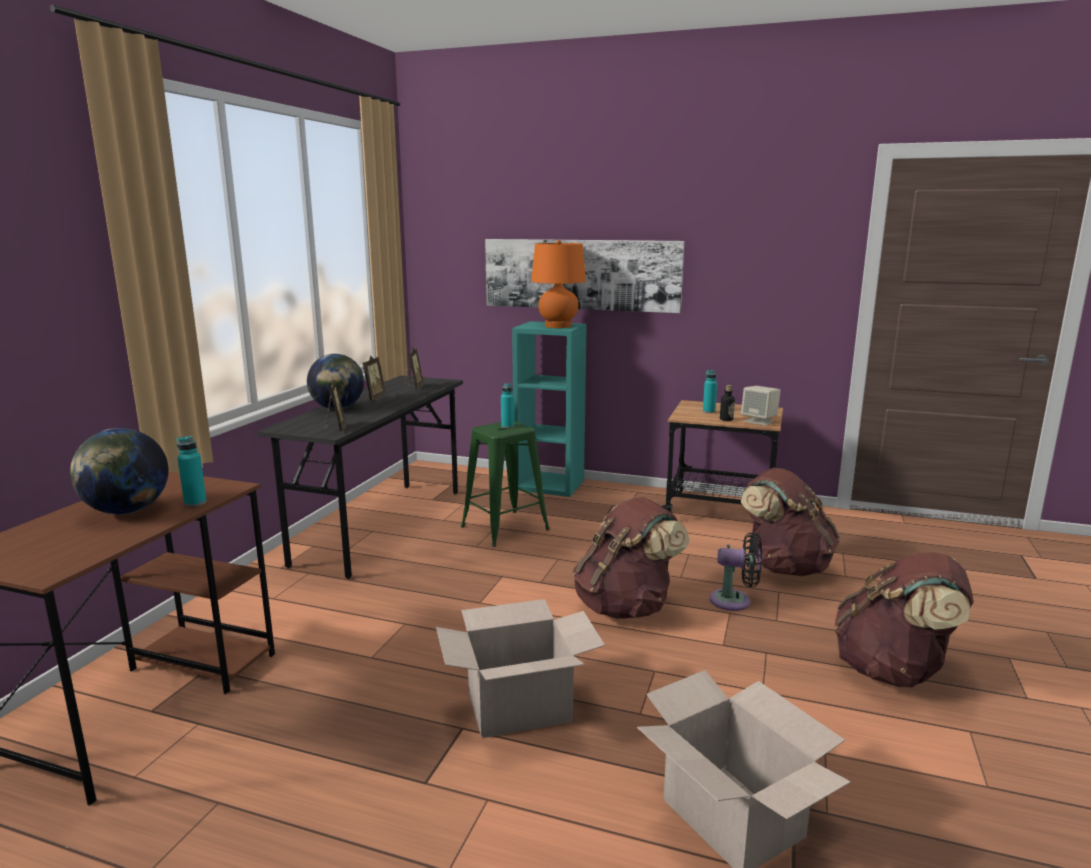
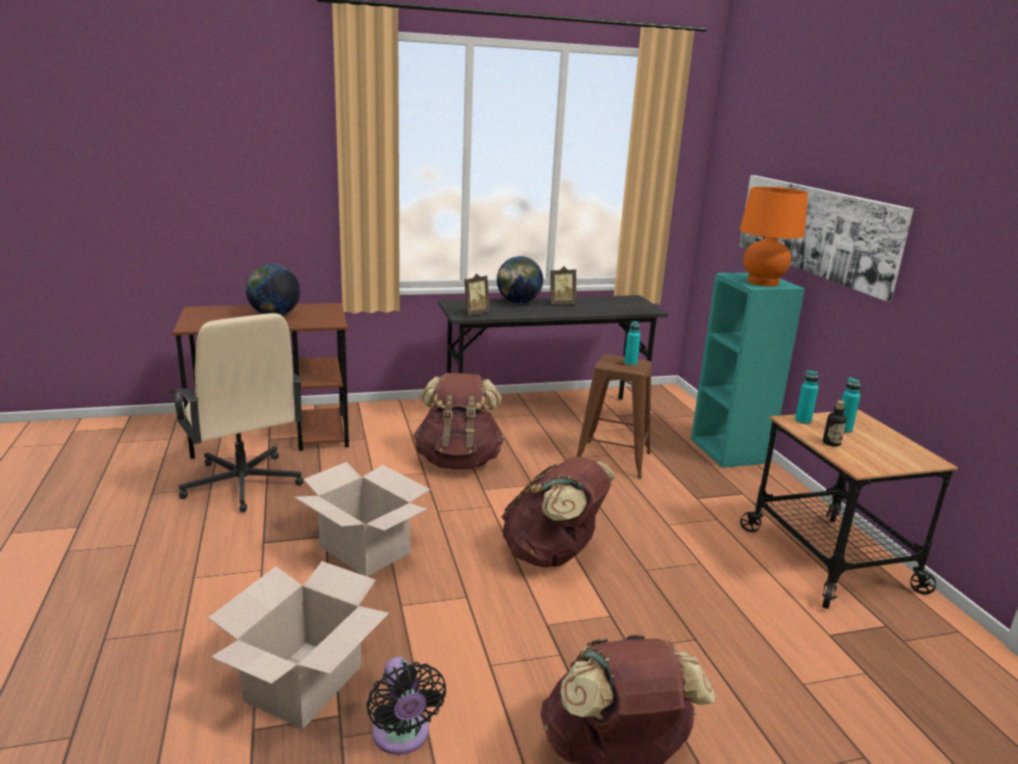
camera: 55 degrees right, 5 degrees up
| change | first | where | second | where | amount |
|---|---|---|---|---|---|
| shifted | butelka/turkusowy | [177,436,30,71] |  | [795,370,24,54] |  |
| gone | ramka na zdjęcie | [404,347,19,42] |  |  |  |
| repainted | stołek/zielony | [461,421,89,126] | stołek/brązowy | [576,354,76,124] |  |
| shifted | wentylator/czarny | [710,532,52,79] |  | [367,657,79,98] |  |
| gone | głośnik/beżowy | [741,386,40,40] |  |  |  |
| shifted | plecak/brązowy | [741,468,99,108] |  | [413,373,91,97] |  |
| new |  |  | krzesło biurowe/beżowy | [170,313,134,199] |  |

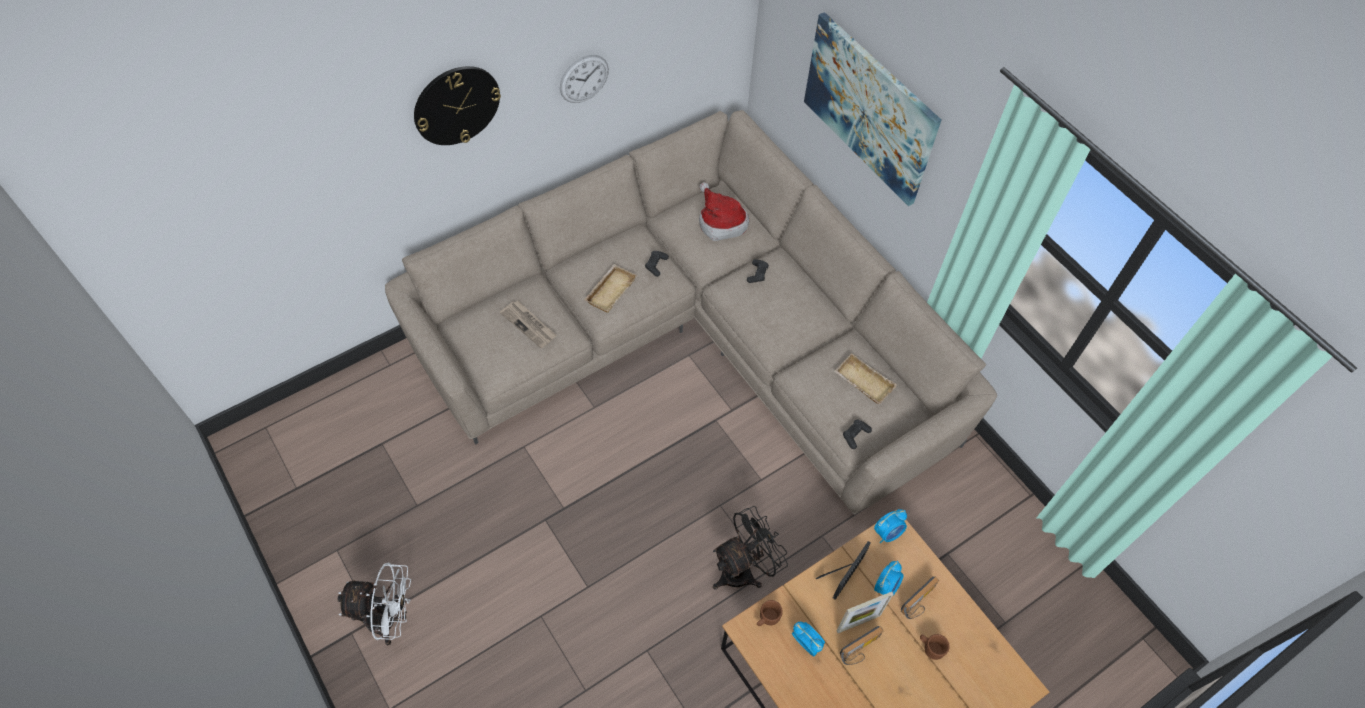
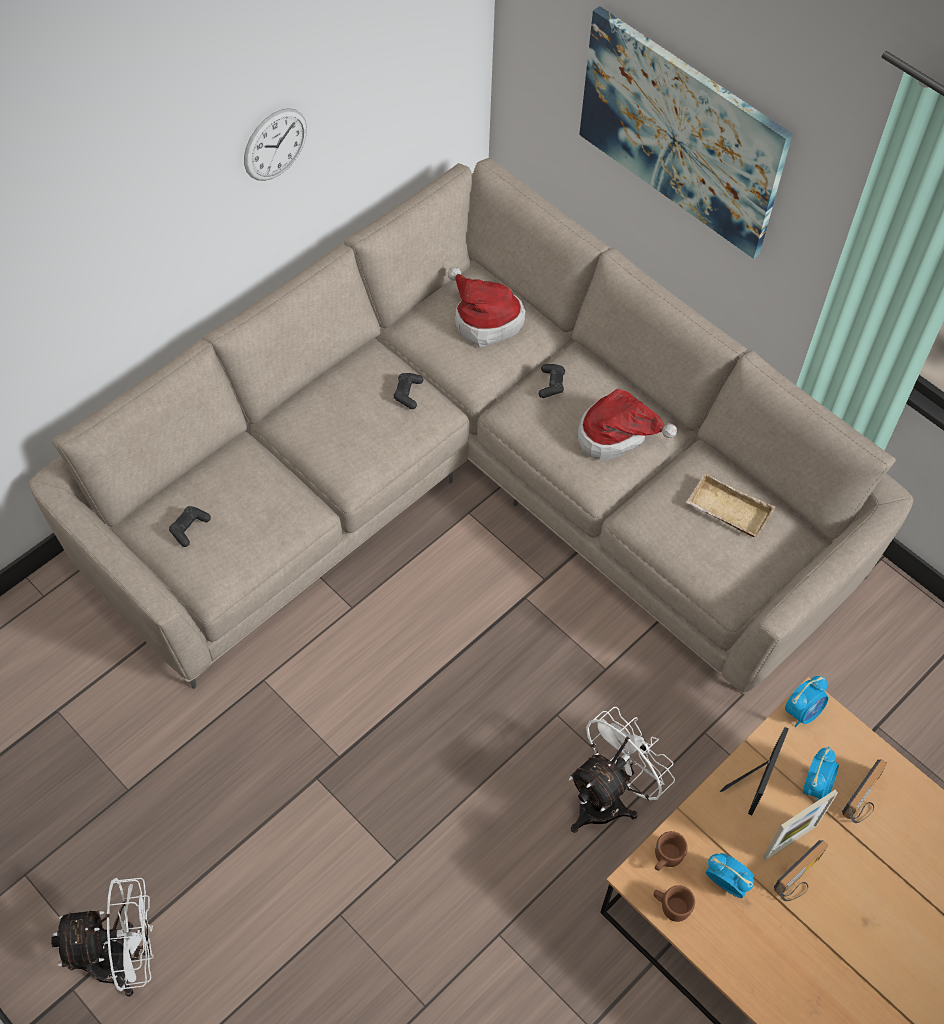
camera: 10 degrees left, 0 degrees up
| change | first | where | second | where | amount |
|---|---|---|---|---|---|
| gone | zegar ścienny | [414,66,87,79] |  |  |  |
| gone | gazeta | [500,300,57,48] |  |  |  |
| gone | taca/beżowy | [584,264,53,49] |  |  |  |
| repainted | wentylator/czarny | [713,506,75,84] | wentylator/biały | [569,707,106,126] |  |
| shifted | pad do gier/czarny | [843,420,29,29] |  | [169,506,42,41] |  |
| shifted | kubek/brązowy | [920,634,30,26] |  | [654,885,41,37] |  |
| new |  |  | kapelusz | [578,389,99,71] |  |

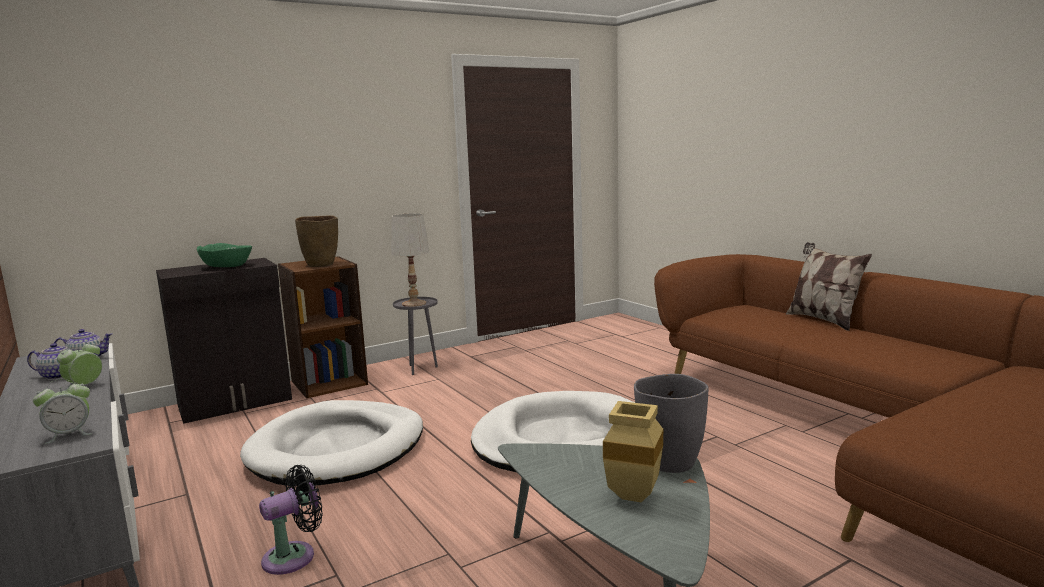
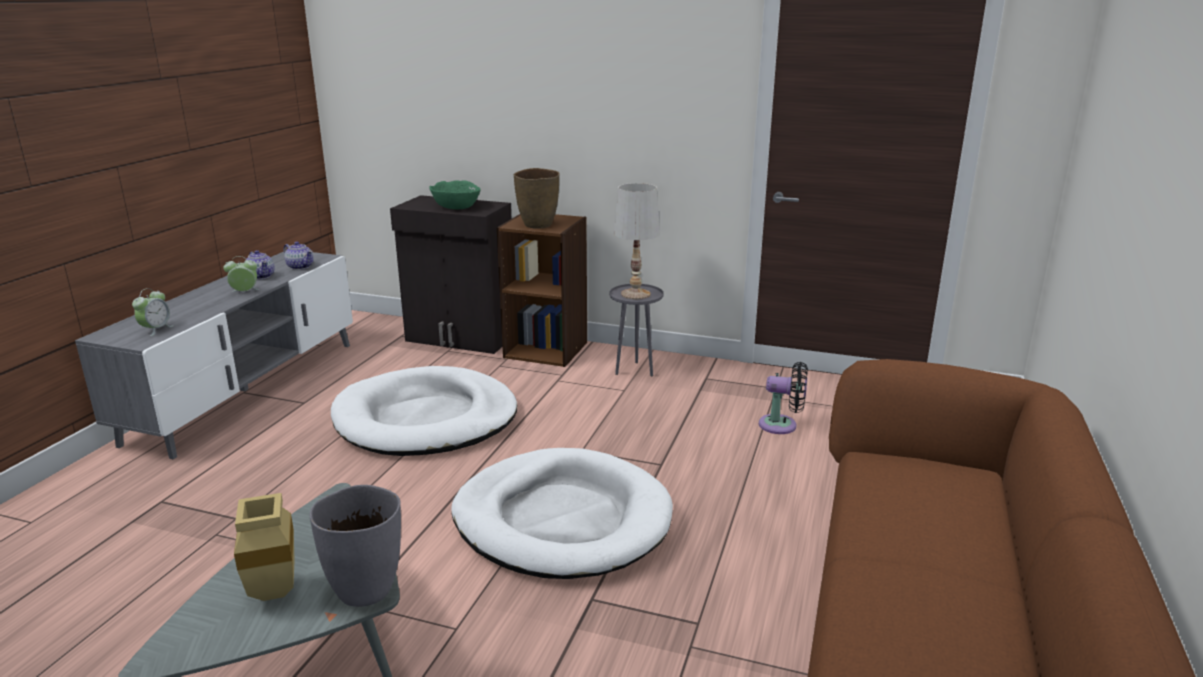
camera: 50 degrees right, 10 degrees up
| change | first | where | second | where | amount |
|---|---|---|---|---|---|
| rotated | budzik | [33,379,60,65] |  | [132,288,41,48] | 90 degrees counterclockwise |
| shifted | wentylator/czarny | [259,465,64,110] |  | [759,362,49,72] |  |
| gone | poduszka | [786,242,86,89] |  |  |  |

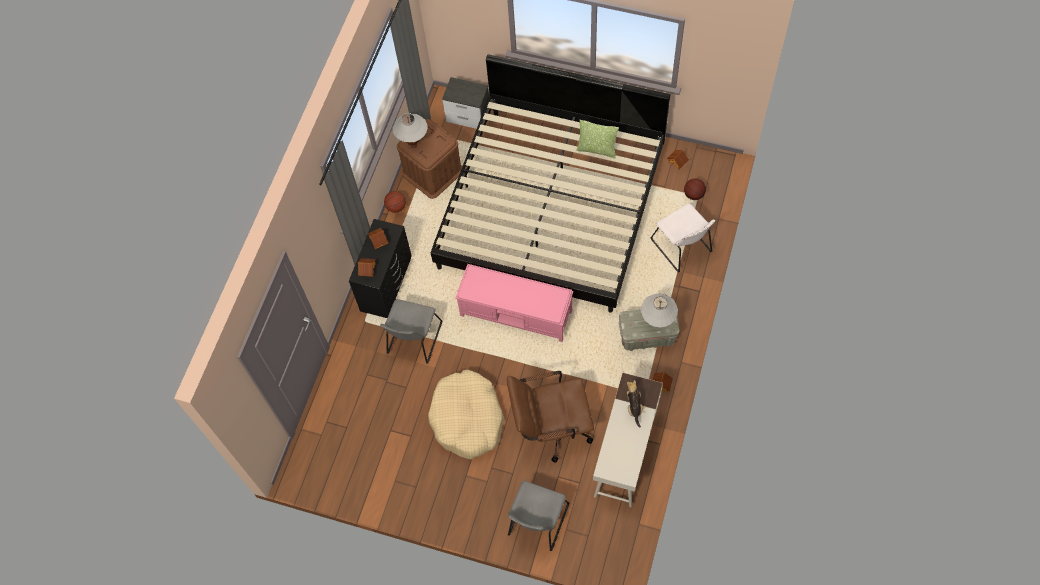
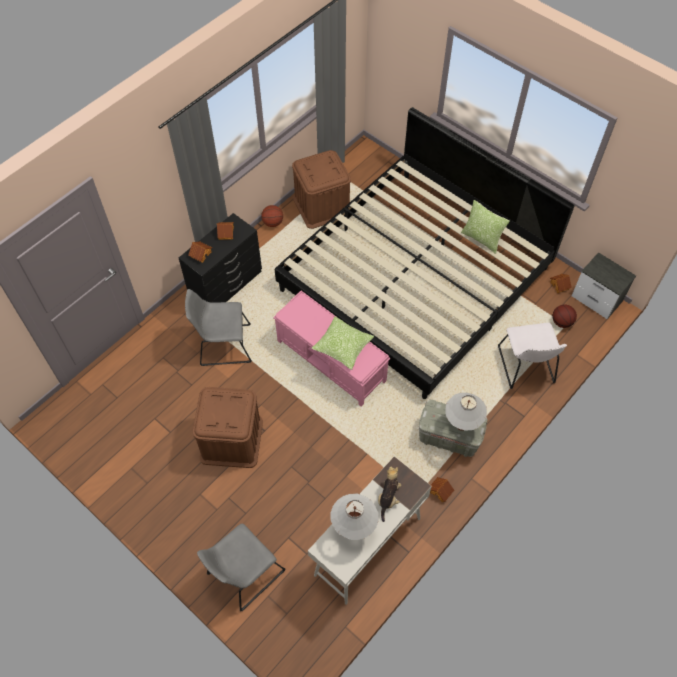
camera: 20 degrees right, 5 degrees down
| change | first | where | second | where | amount |
|---|---|---|---|---|---|
| rotated | krzesło/szary | [380,299,62,65] |  | [185,289,67,77] | 45 degrees clockwise |
| shifted | lampa stołowa/biały | [393,113,35,34] |  | [330,494,49,46] |  |
| swapped | legowisko/beżowy | [428,369,76,90] | pojemnik do przechowywania/brązowy | [193,387,70,81] |  |
| shifted | szafka nocna | [442,77,47,52] |  | [572,252,64,67] |  |
| gone | krzesło biurowe/brązowy | [507,371,87,92] |  |  |  |
| new |  |  | poduszka | [311,316,63,54] |  |

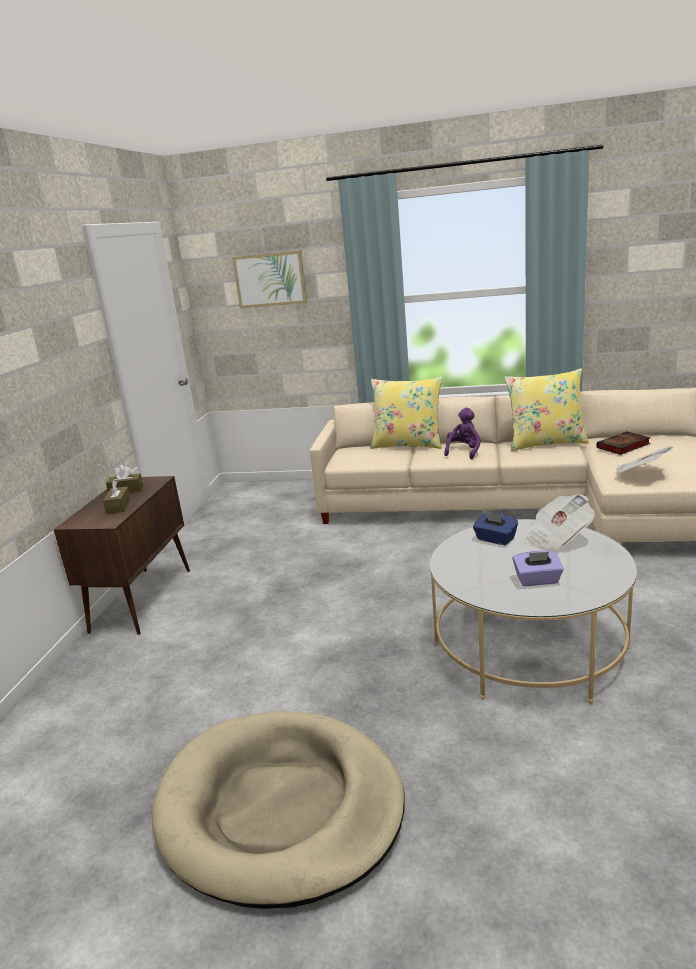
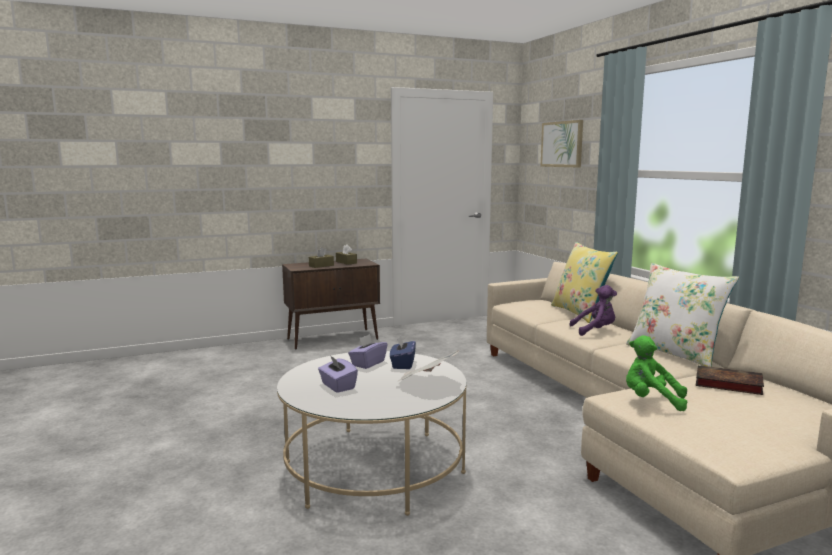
camera: 55 degrees right, 10 degrees down
| change | first | where | second | where | amount |
|---|---|---|---|---|---|
| gone | legowisko/beżowy | [152,711,253,198] |  |  |  |
| repainted | poduszka/żółty | [504,369,85,82] | poduszka/biały | [626,263,113,104] |  |
| swapped | gazeta | [616,446,57,28] | pluszak/zielony | [626,335,62,76] |  |
| new |  |  | pudełko chusteczek/fioletowy | [348,334,39,35] |  |

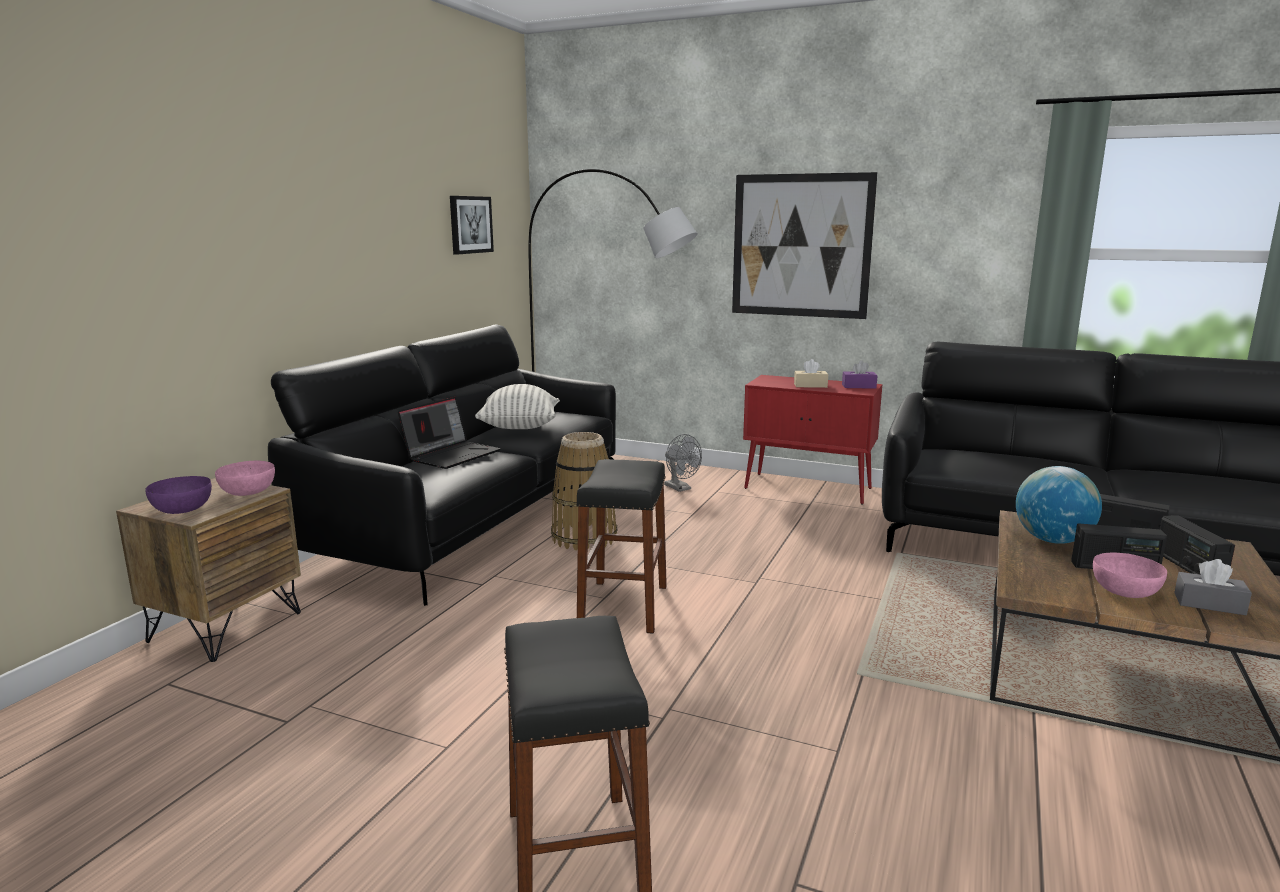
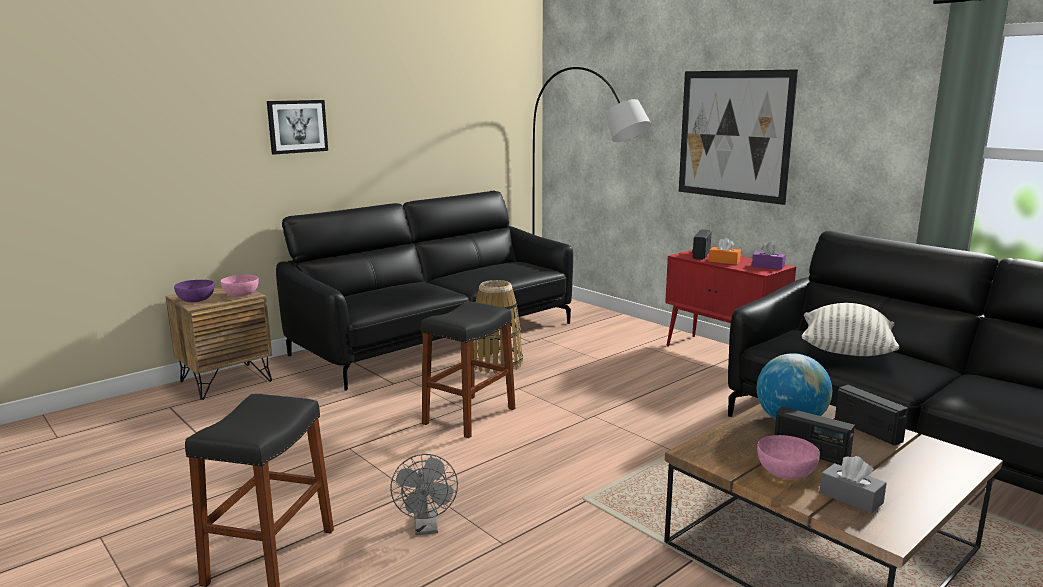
camera: 25 degrees right, 0 degrees up
| change | first | where | second | where | amount |
|---|---|---|---|---|---|
| gone | laptop | [398,397,102,72] |  |  |  |
| shifted | obraz | [450,196,44,58] |  | [267,100,61,55] |  |
| shifted | poduszka | [475,384,85,45] |  | [802,303,97,53] |  |
| shifted | wentylator/szary | [664,434,38,58] |  | [390,454,68,81] |  |
| repainted | pudełko chusteczek/beżowy | [794,359,34,29] | pudełko chusteczek/pomarańczowy | [709,238,32,27] |  |
| shifted | radio | [1160,515,75,60] |  | [692,229,20,31] |  |

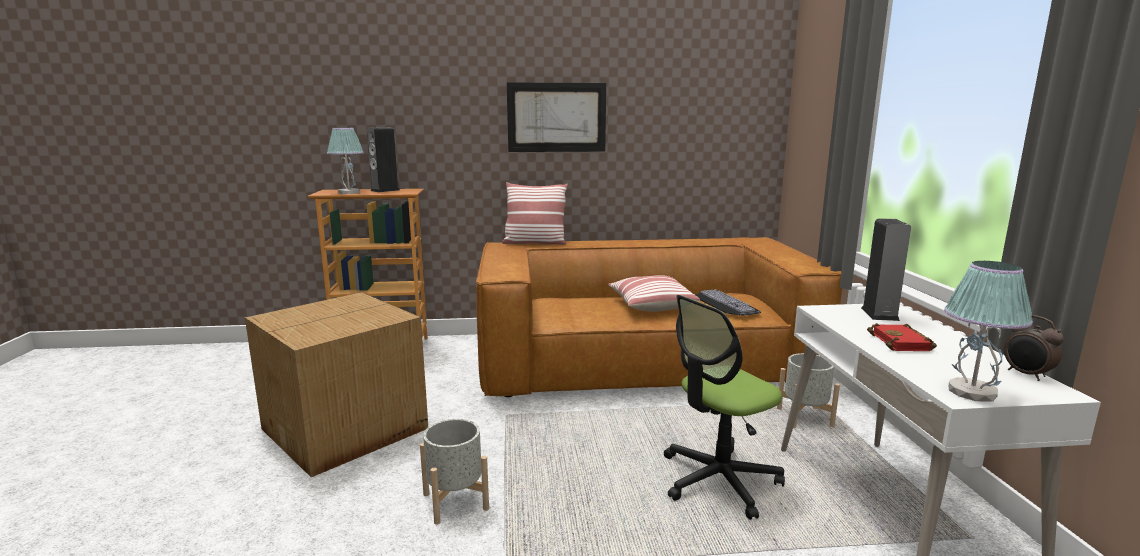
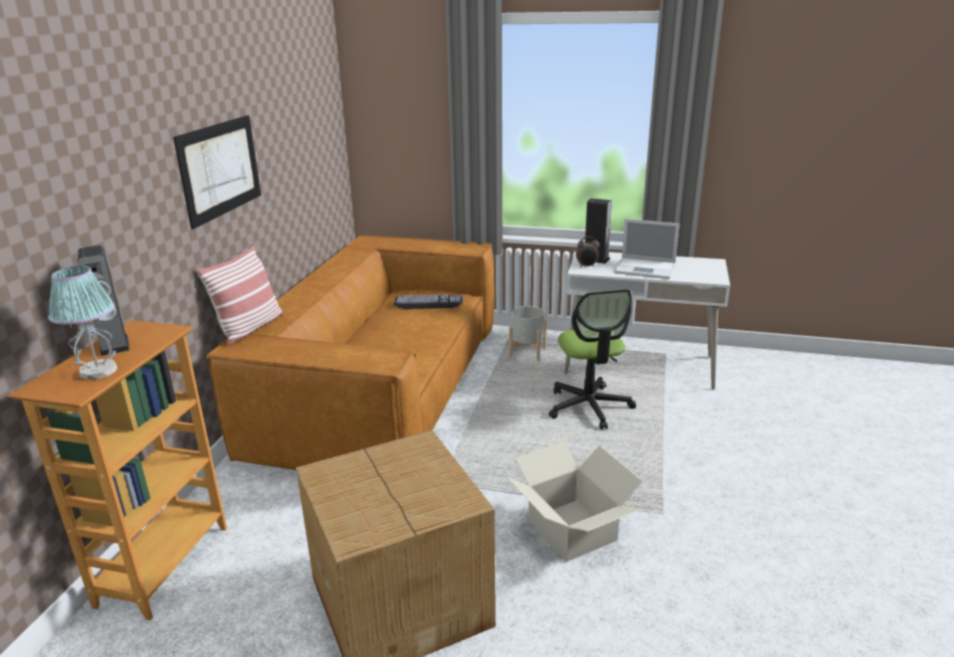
camera: 70 degrees left, 10 degrees up
| change | first | where | second | where | amount |
|---|---|---|---|---|---|
| swapped | donica/szary | [420,419,69,106] | karton | [507,442,136,120] |  |
| gone | poduszka | [608,275,92,37] |  |  |  |
| swapped | książka/czerwony | [867,323,70,28] | laptop | [614,219,66,60] |  |
| gone | lampa stołowa | [944,261,89,141] |  |  |  |
| shifted | budzik | [1004,315,60,66] |  | [576,237,23,31] |  |

